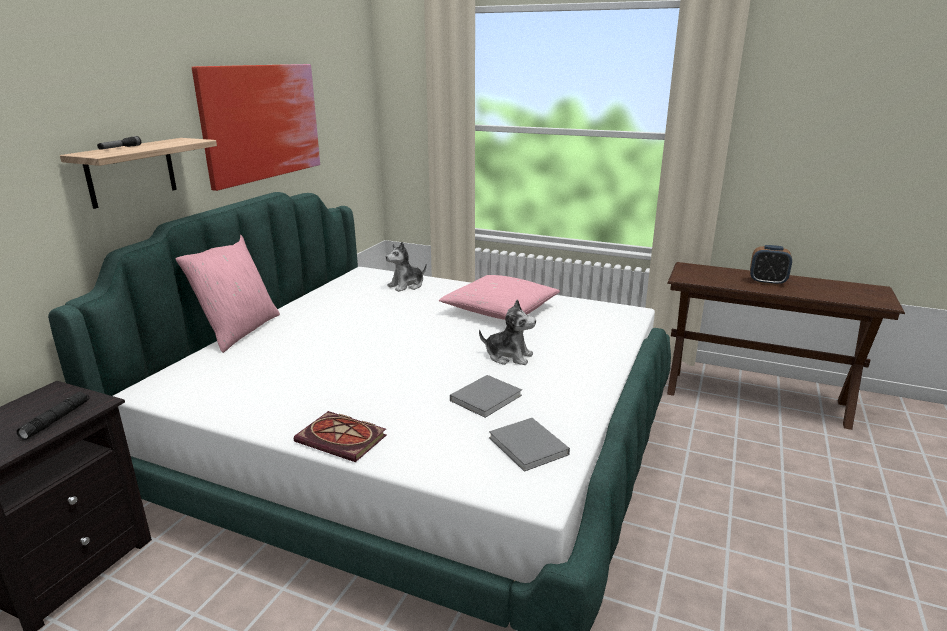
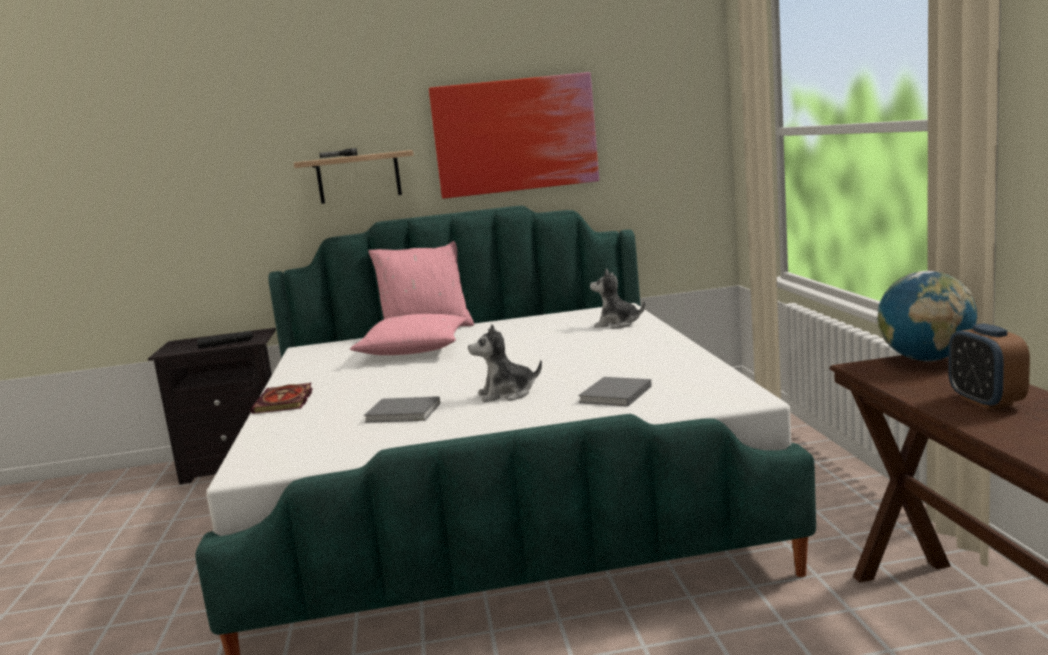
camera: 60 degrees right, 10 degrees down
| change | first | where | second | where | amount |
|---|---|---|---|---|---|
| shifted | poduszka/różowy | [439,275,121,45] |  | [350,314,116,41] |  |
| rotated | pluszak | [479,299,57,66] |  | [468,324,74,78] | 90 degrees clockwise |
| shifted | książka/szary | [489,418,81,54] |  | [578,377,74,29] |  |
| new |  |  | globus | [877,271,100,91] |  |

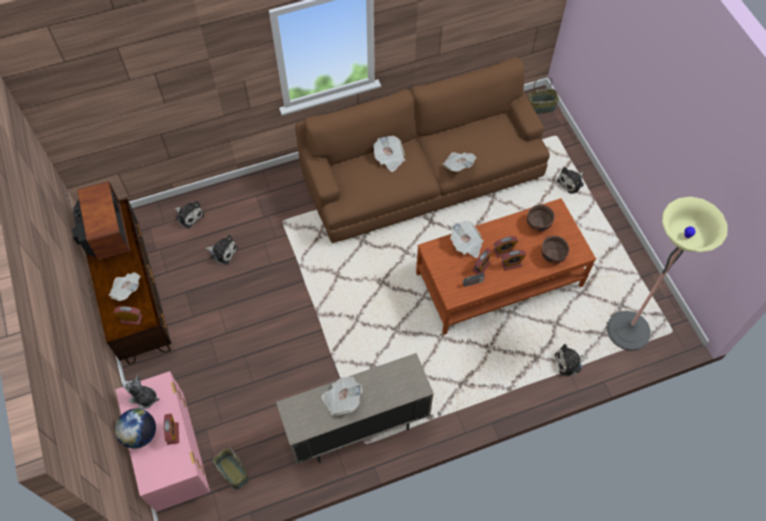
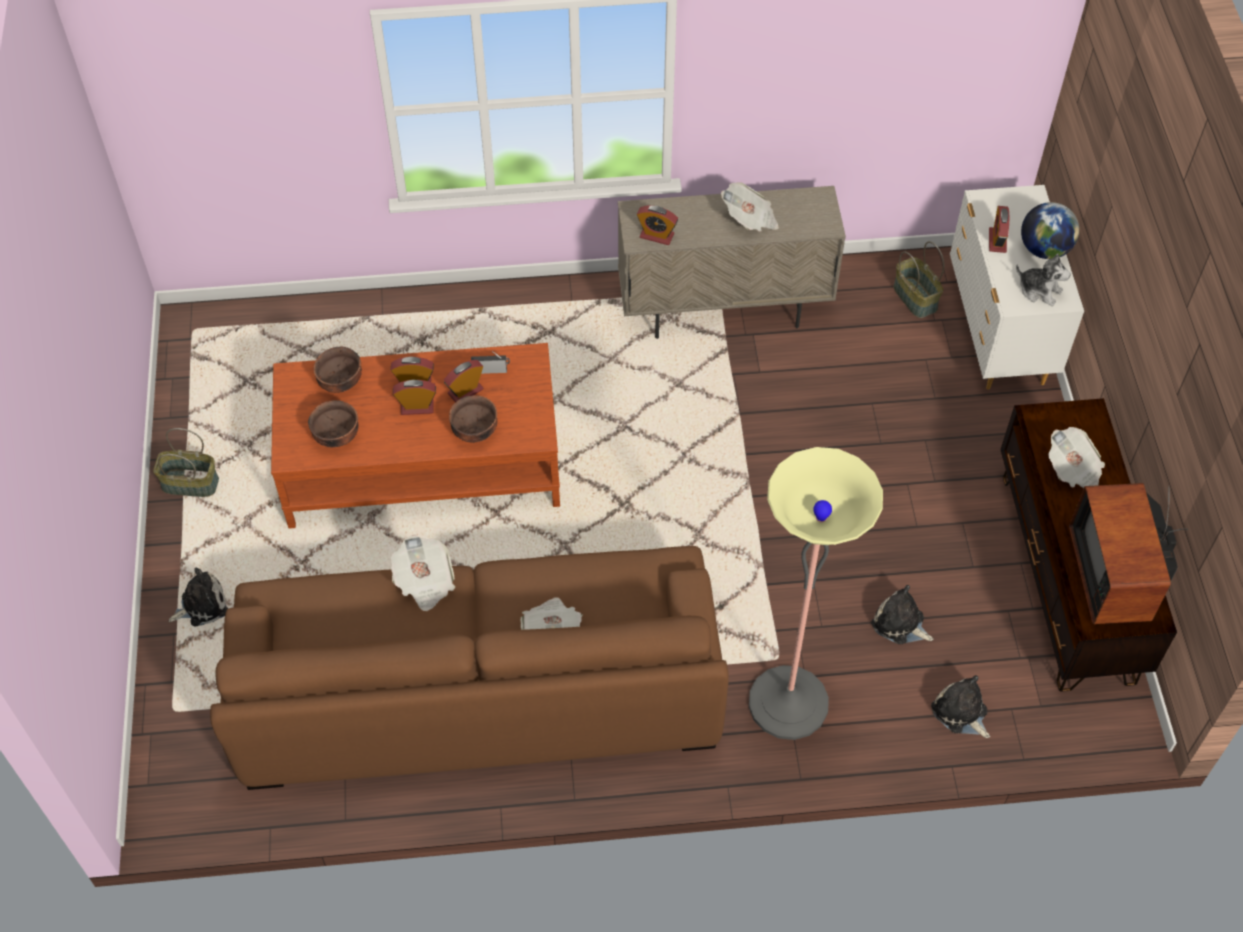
camera: 165 degrees left, 5 degrees down
| change | first | where | second | where | amount |
|---|---|---|---|---|---|
| shifted | budzik | [114,306,28,19] |  | [637,205,41,40] |  |
| repainted | komoda/różowy | [115,371,95,141] | komoda/biały | [950,185,134,205] |  |
| swapped | gazeta | [450,221,34,37] | miska/brązowy | [449,395,48,48] |  |
| shifted | koszyk | [529,76,30,38] |  | [153,428,66,69] |  |
| gone | pluszak | [555,344,33,32] |  |  |  |
| shifted | lampa stojąca | [607,197,121,154] |  | [749,447,134,293] |  |

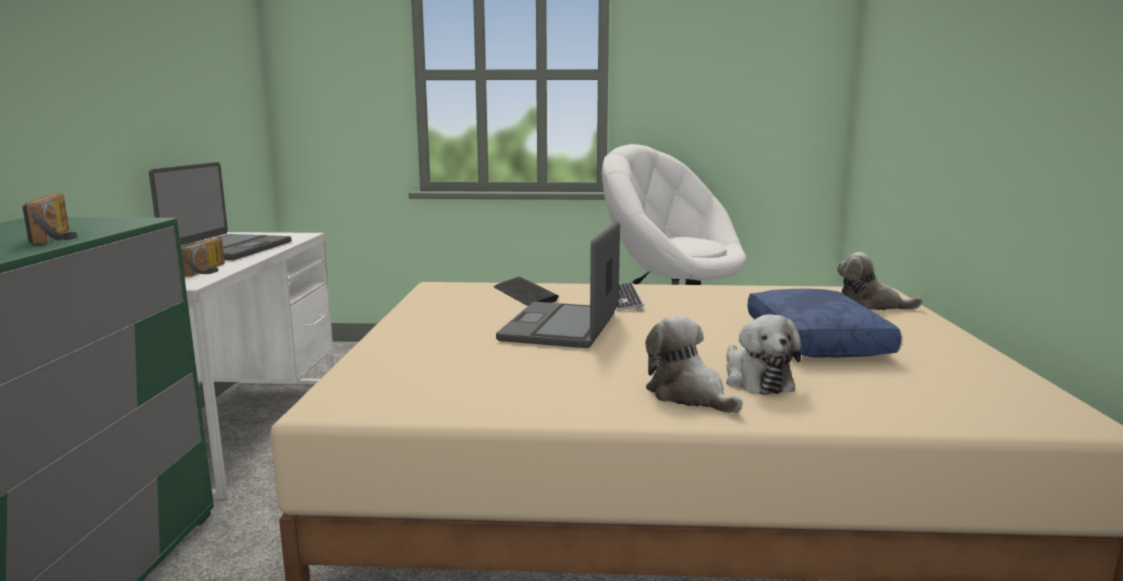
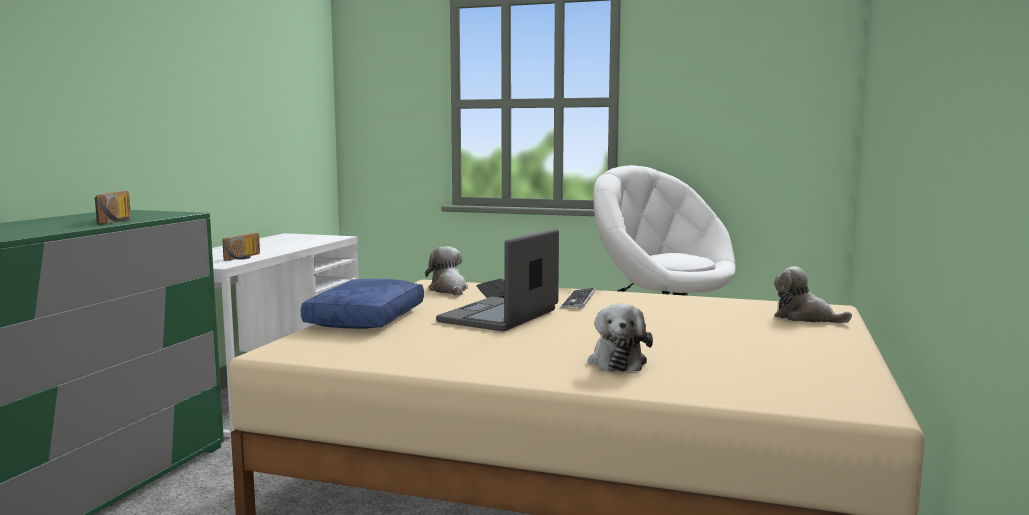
camera: 15 degrees right, 5 degrees down
| change | first | where | second | where | amount |
|---|---|---|---|---|---|
| gone | laptop | [149,162,142,98] |  |  |  |
| shifted | pluszak | [645,316,97,97] |  | [425,246,43,50] |  |
| shifted | poduszka/niebieski | [747,289,154,69] |  | [301,279,123,50] |  |

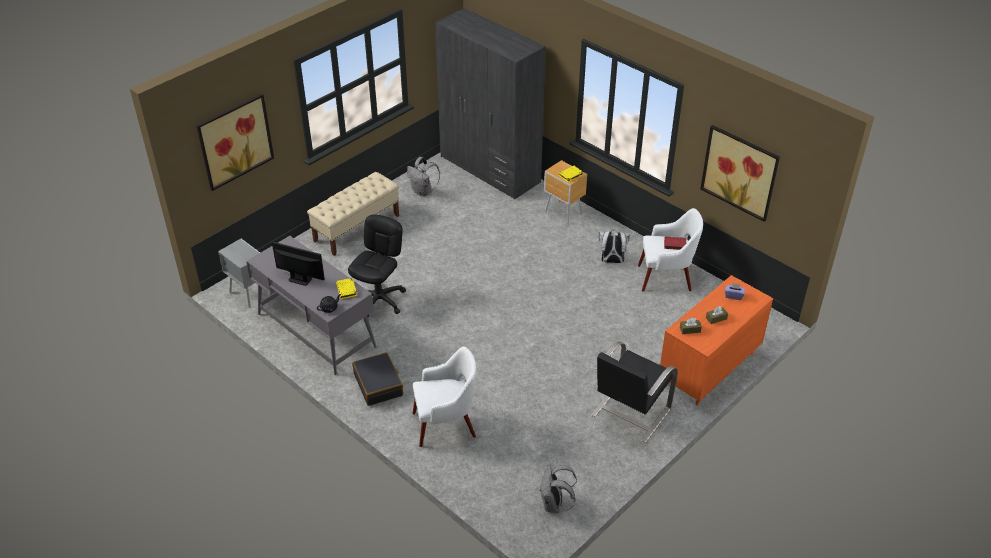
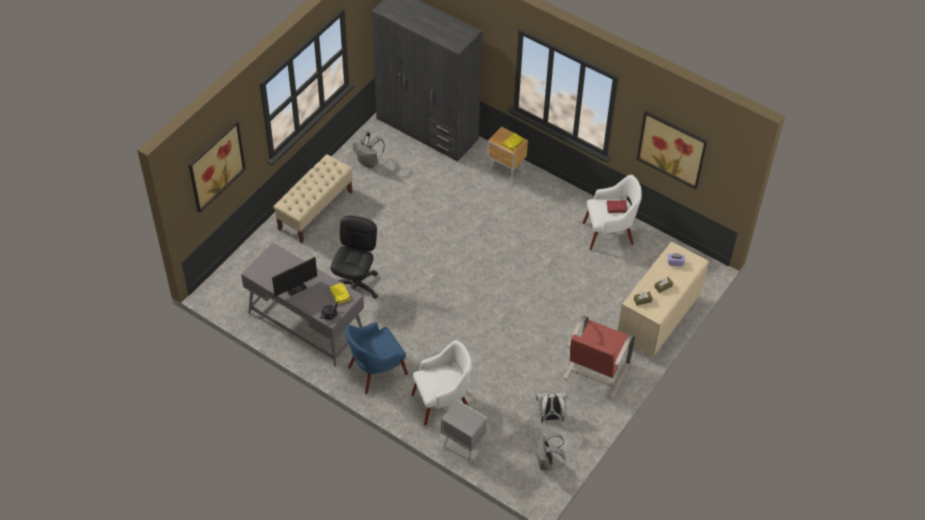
camera: 10 degrees left, 10 degrees up
| change | first | where | second | where | amount |
|---|---|---|---|---|---|
| shifted | szafka nocna/szary | [218,239,51,69] |  | [441,400,47,64] |  |
| rotated | monitor | [272,242,53,44] |  | [272,257,45,40] | 135 degrees clockwise |
| swapped | walizka/czarny | [352,352,51,54] | fotel/niebieski | [345,322,63,72] |  |
| repainted | fotel/czarny | [590,341,88,102] | fotel/czerwony | [563,316,72,82] |  |
| shifted | plecak/biały | [599,230,31,33] |  | [536,393,31,30] |  |
| repainted | komoda/pomarańczowy | [660,275,113,130] | komoda/beżowy | [617,241,92,117] |  |

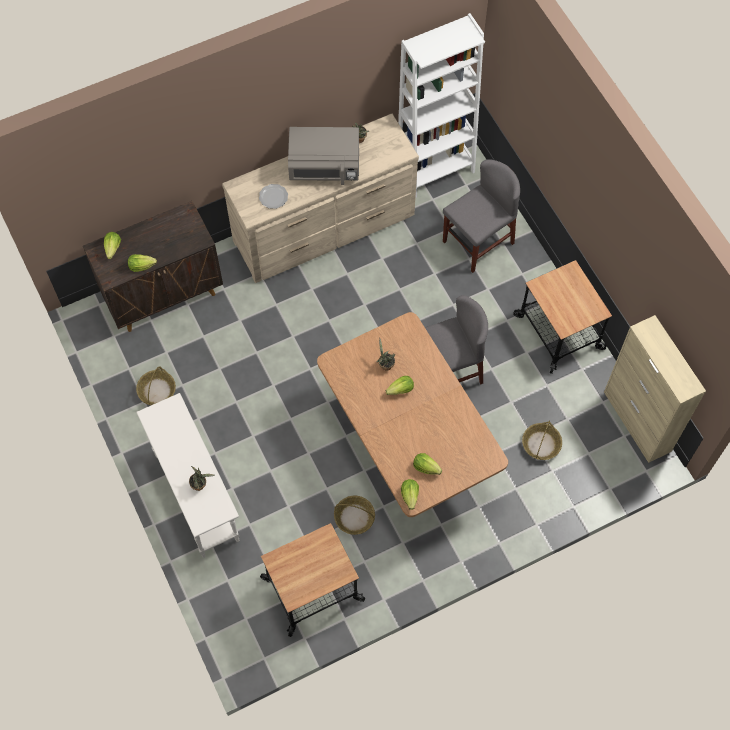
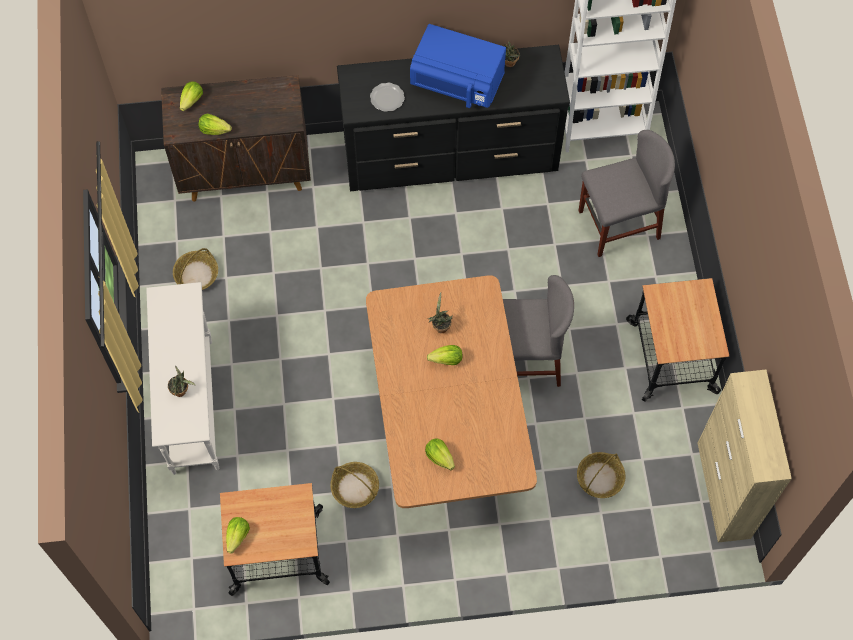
camera: 20 degrees right, 0 degrees up
| change | first | where | second | where | amount |
|---|---|---|---|---|---|
| repainted | komoda/beżowy | [222,114,197,169] | komoda/czarny | [337,45,233,146] |  |
| repainted | mikrofalówka/szary | [288,127,71,58] | mikrofalówka/niebieski | [410,24,96,84] |  |
| shifted | sałata | [401,479,18,31] |  | [226,517,24,37] |  |

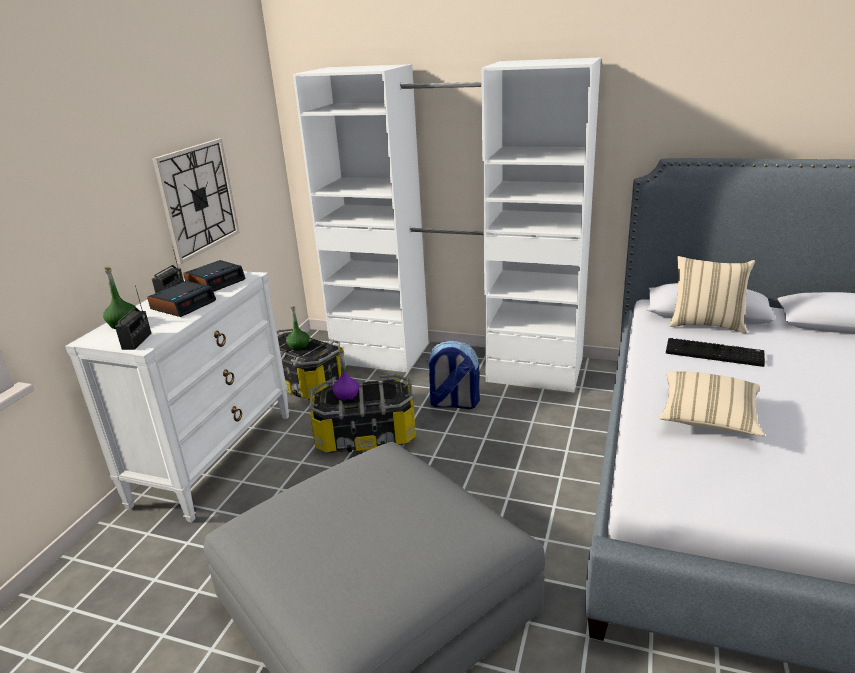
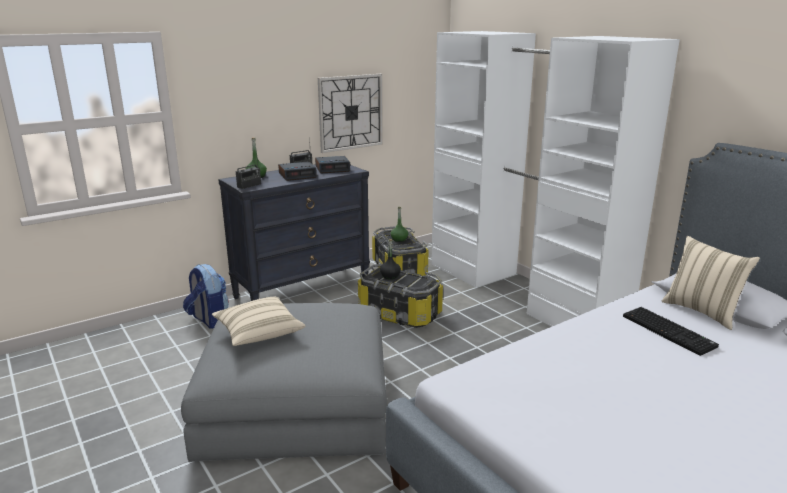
camera: 35 degrees right, 5 degrees down
| change | first | where | second | where | amount |
|---|---|---|---|---|---|
| repainted | komoda/biały | [65,271,225,252] | komoda/czarny | [218,164,152,137] |  |
| repainted | butelka/fioletowy | [332,350,27,51] | butelka/czarny | [380,239,21,40] |  |
| shifted | plecak | [426,340,54,69] |  | [183,264,46,65] |  |
| shifted | poduszka/beżowy | [658,371,107,65] |  | [212,297,93,49] |  |

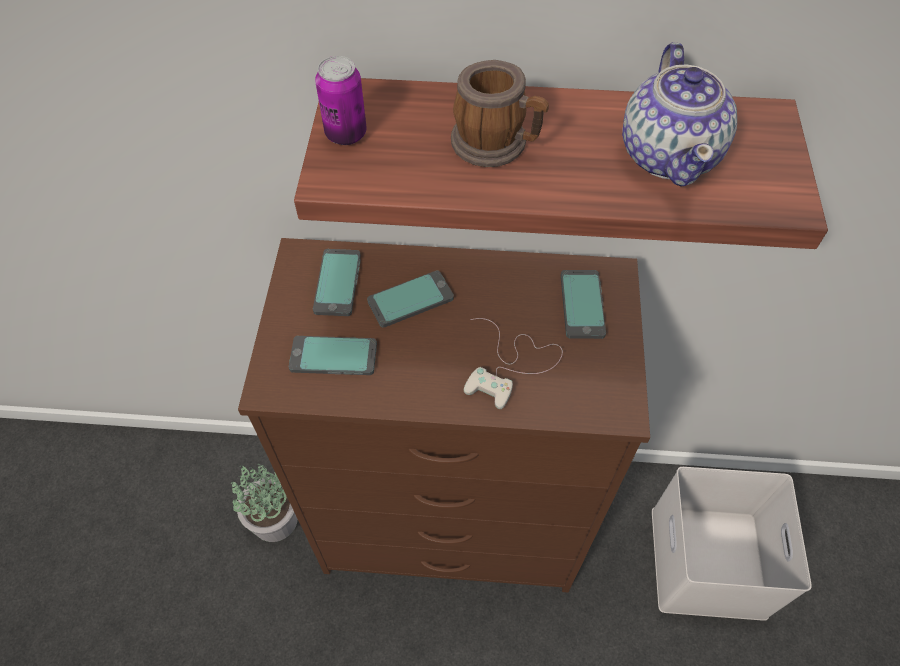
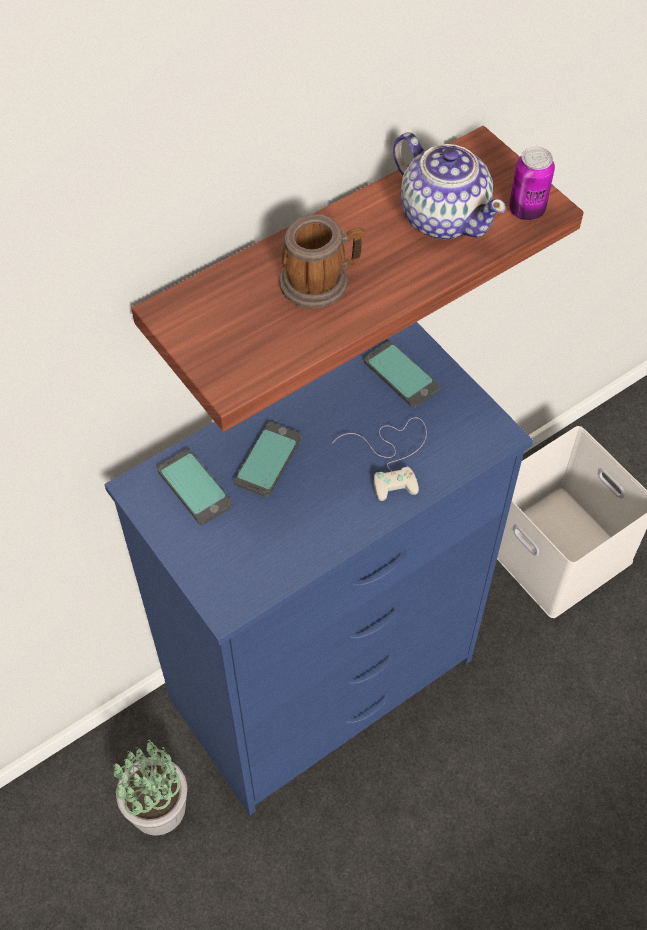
camera: 40 degrees left, 0 degrees up
| change | first | where | second | where | amount |
|---|---|---|---|---|---|
| repainted | komoda/brązowy | [238,238,412,354] | komoda/niebieski | [104,322,429,493] |  |
| gone | telefon | [289,336,88,39] |  |  |  |
| shifted | puszka | [315,56,52,89] |  | [509,147,46,73] |  |

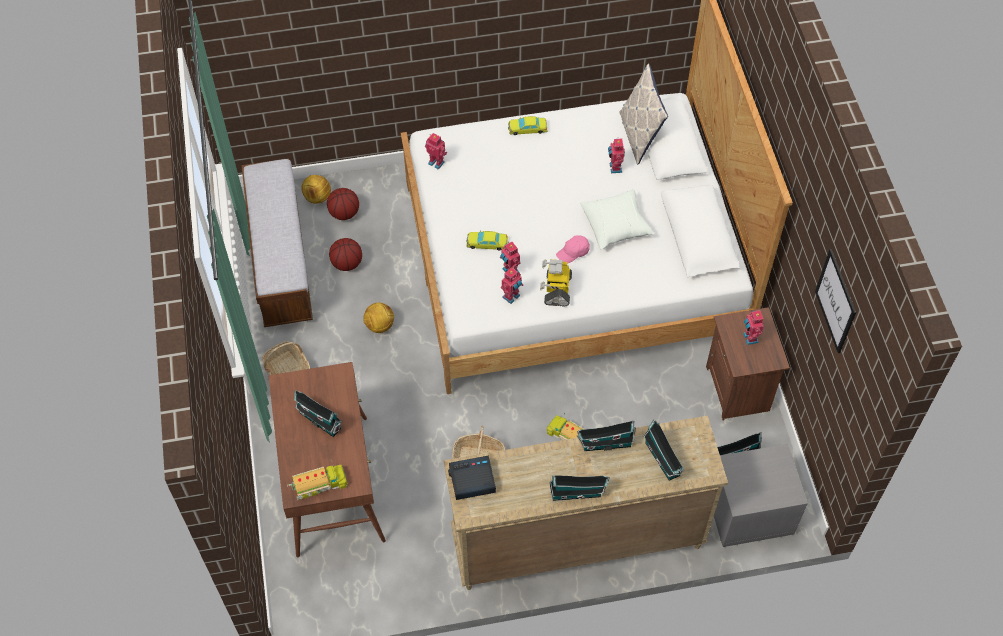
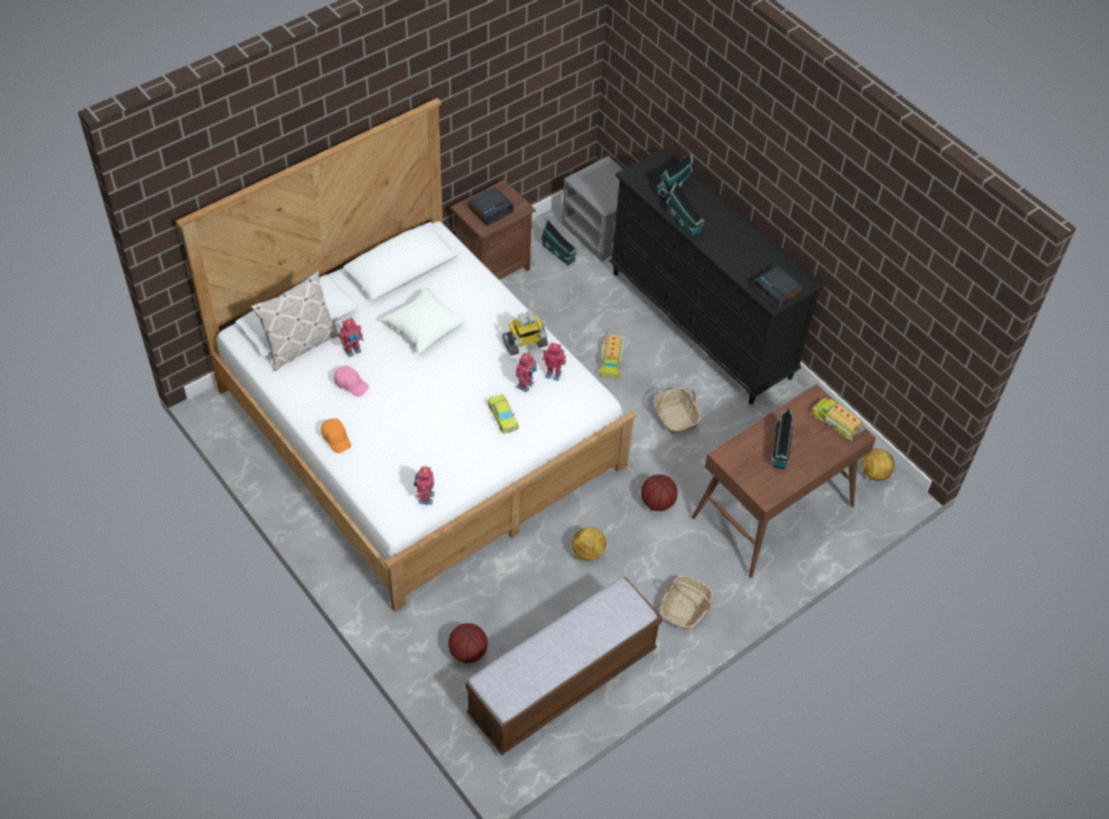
camera: 120 degrees left, 5 degrees down
| change | first | where | second | where | amount |
|---|---|---|---|---|---|
| shifted | piłka futbolowa | [301,175,30,29] |  | [861,449,34,32] |  |
| shifted | piłka do koszykówki | [329,238,33,33] |  | [641,474,37,37] |  |
| repainted | komoda/beżowy | [444,416,284,174] | komoda/czarny | [609,147,216,258] |  |
| swapped | samochodzik/żółty | [508,116,40,19] | czapka z daszkiem/pomarańczowy | [321,418,30,35] |  |
| gone | domek | [549,475,61,26] |  |  |  |
| shifted | czapka z daszkiem/różowy | [556,235,34,29] |  | [334,366,35,30] |  |
| swapped | robot zabawkowy | [743,310,21,35] | budzik | [468,187,46,39] |  |
| gone | obraz | [815,249,41,104] |  |  |  |

